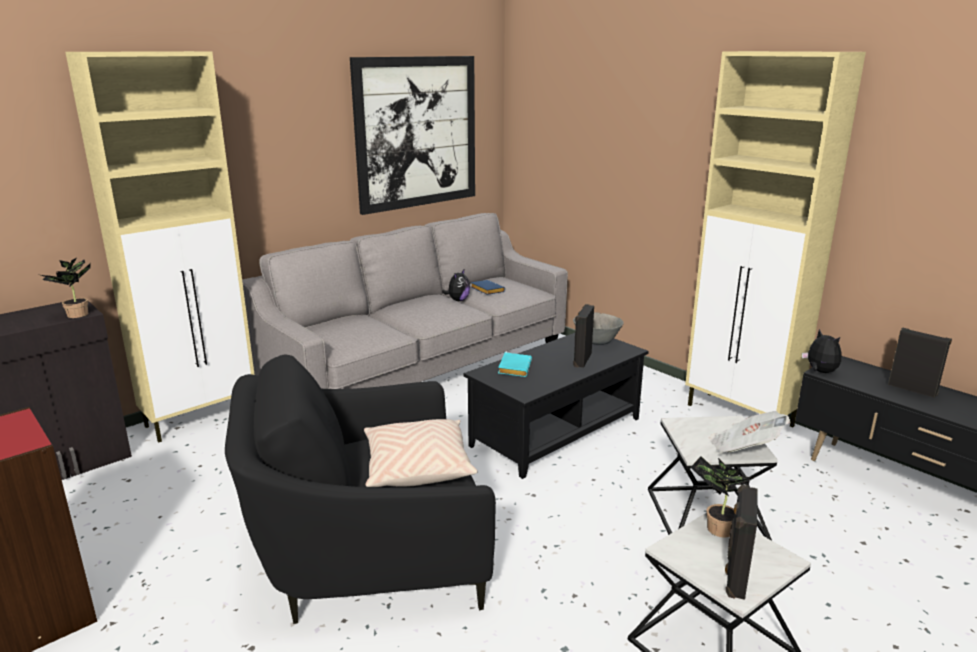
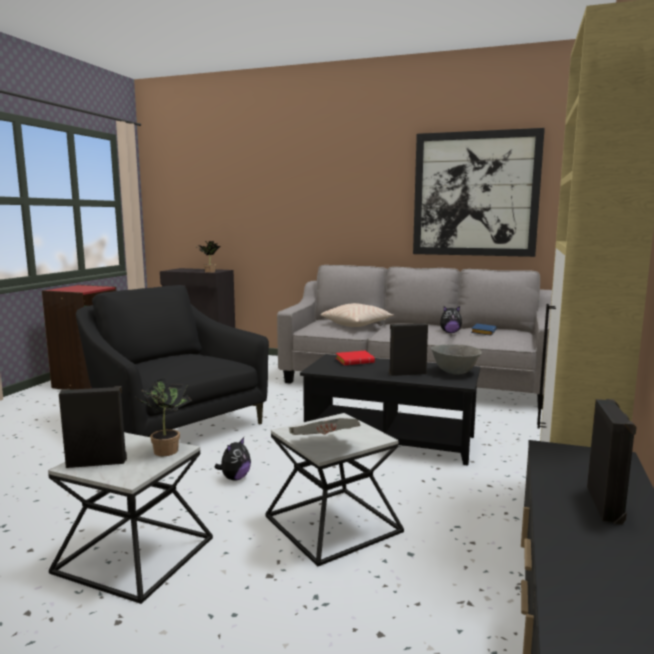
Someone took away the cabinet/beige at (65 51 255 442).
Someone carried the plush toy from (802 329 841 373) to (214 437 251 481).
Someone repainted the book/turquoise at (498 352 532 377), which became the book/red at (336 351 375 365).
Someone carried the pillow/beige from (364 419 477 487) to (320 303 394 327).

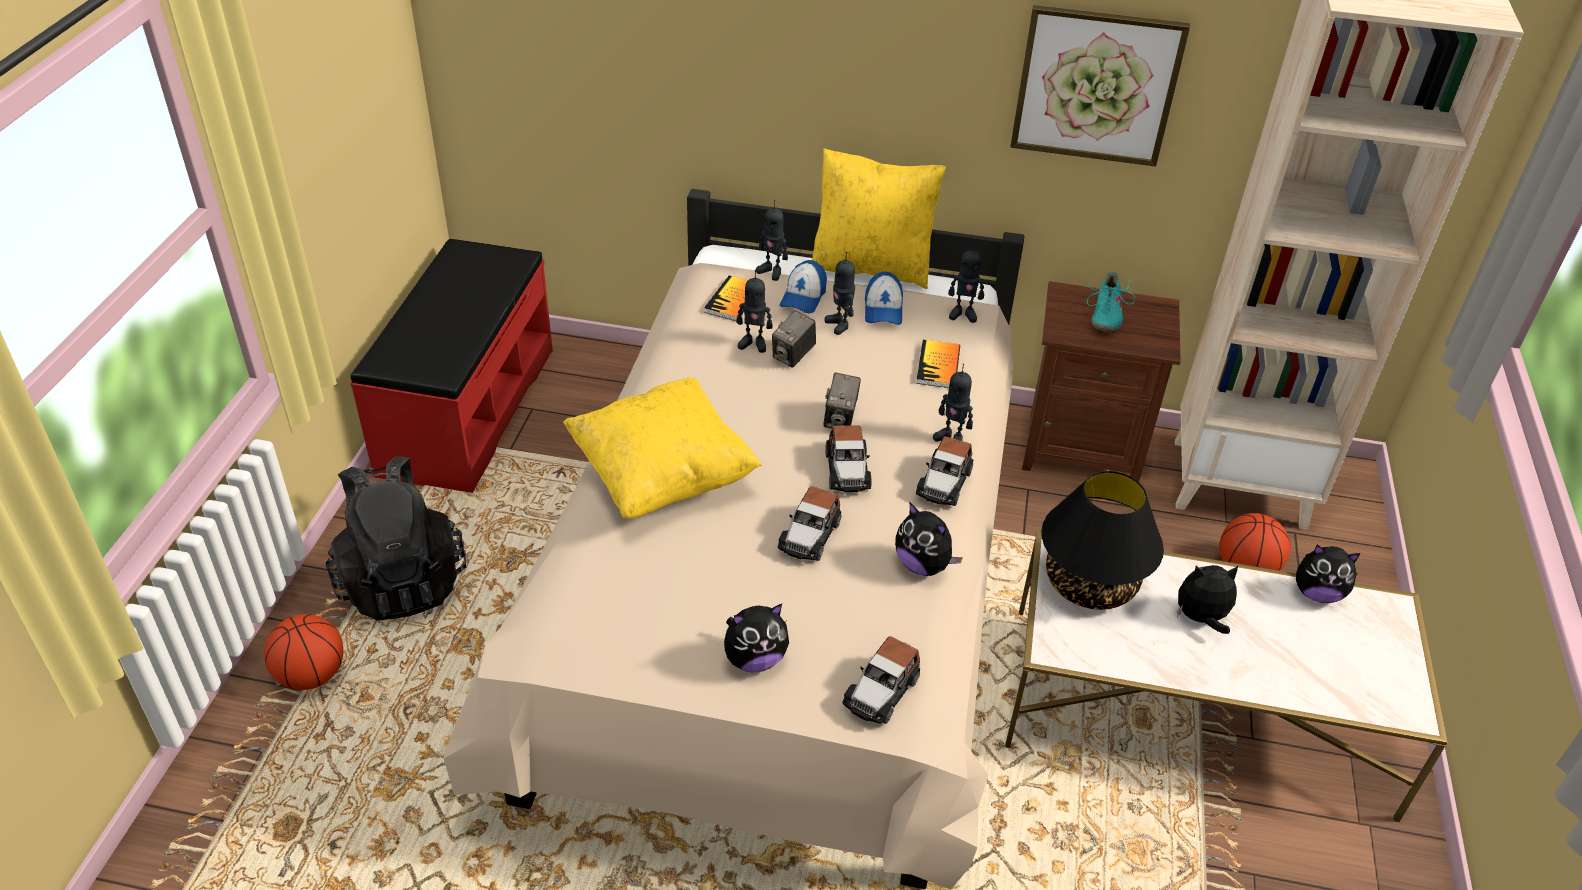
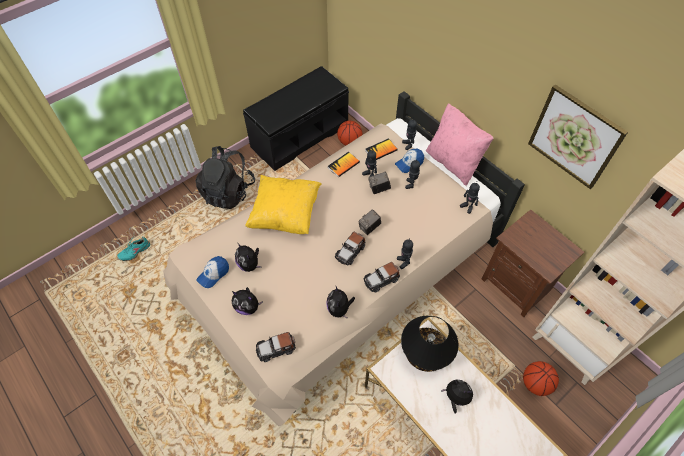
Someone repainted the pillow/yellow at (812 148 946 289), which became the pillow/pink at (426 103 494 186).
Someone repainted the bench/red at (350 239 553 493), which became the bench/black at (243 66 349 171).
Someone carried the cap from (865 272 903 325) to (196 256 229 288).
Someone carried the shoe/turquoise from (1085 272 1135 331) to (117 237 150 261).
Someone carried the book from (916 340 960 388) to (328 152 360 177).
Someone took away the toy car at (778 486 841 561).
Someone carried the plush toy from (1296 545 1361 603) to (235 243 261 272).
Someone carried the basketball from (264 614 343 690) to (337 121 362 145).

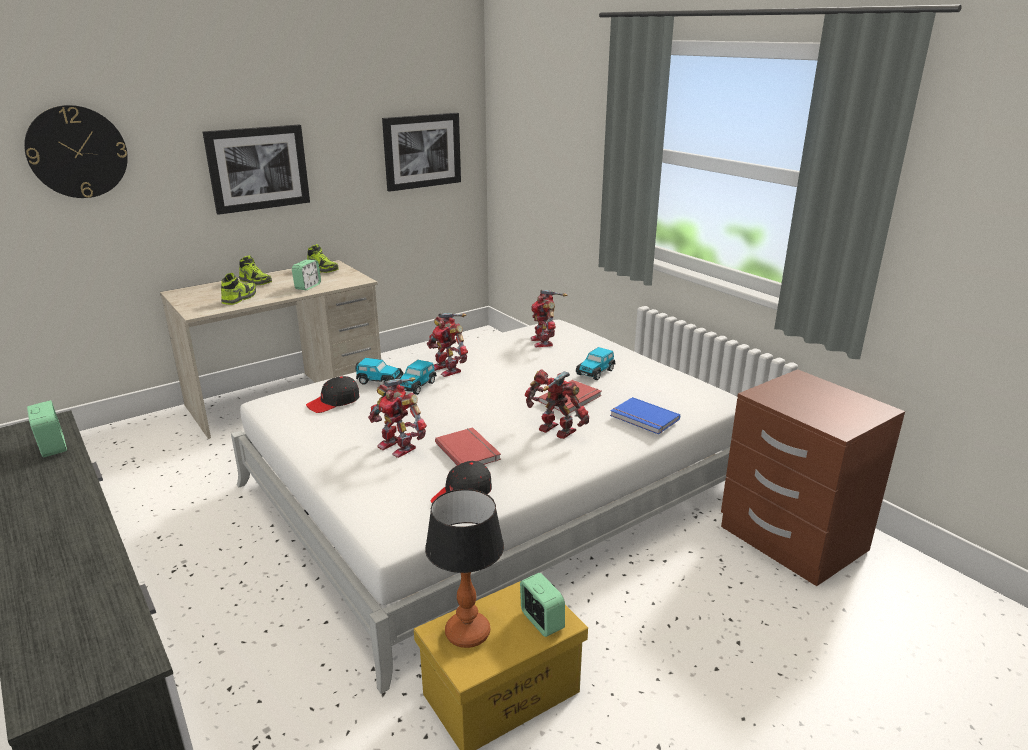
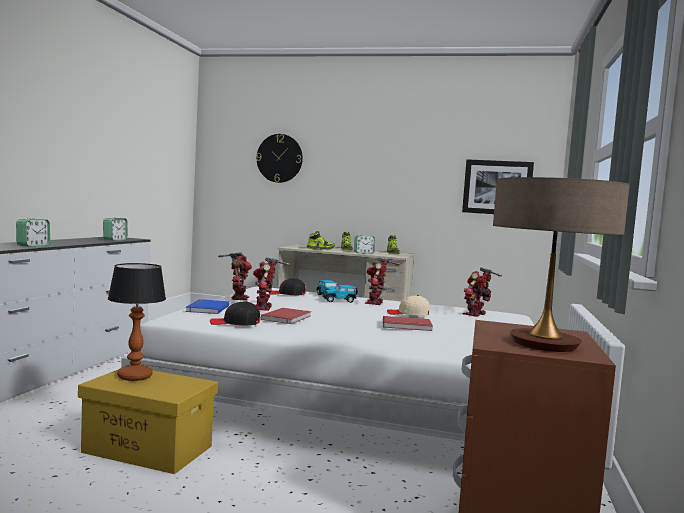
Someone took away the picture at (203 125 310 215).
Someone took away the toy car at (576 347 616 380).
Someone carried the toy robot from (525 369 589 439) to (218 252 252 301).
Someone carried the book/blue from (610 397 680 434) to (186 299 230 314).
Someone carried the alarm clock from (520 573 565 637) to (16 219 50 247).
Someone put down the table lamp at (493 177 629 352).
Someone put down the cap/beige at (387 295 430 316).

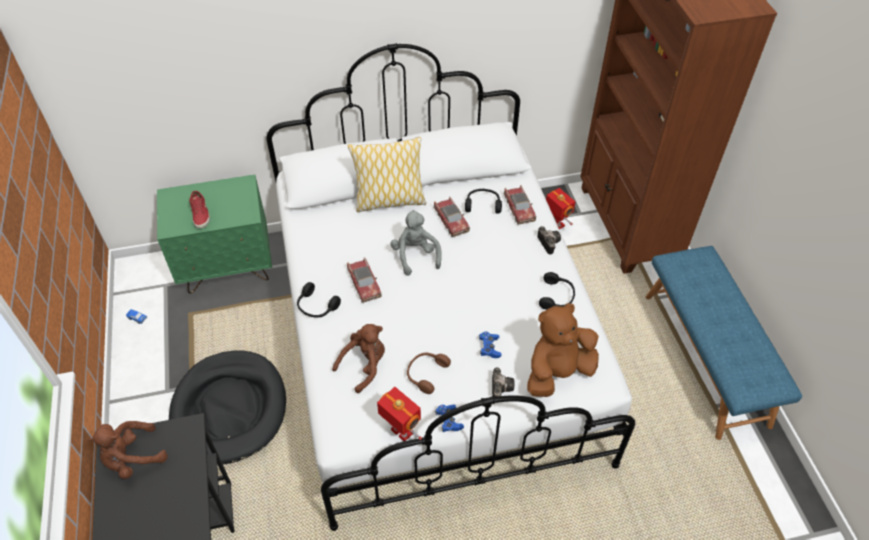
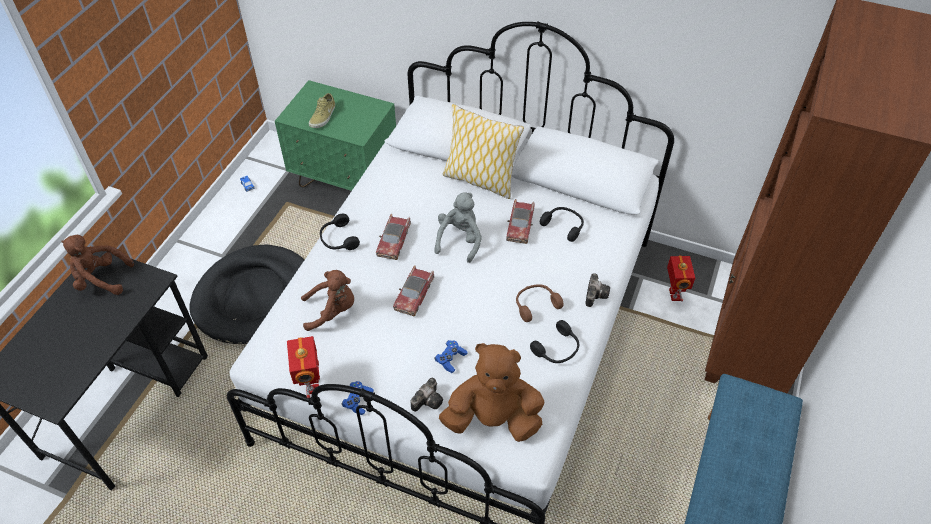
Someone carried the toy car from (504 185 536 225) to (393 265 434 316).
Someone repainted the shoe/red at (189 191 210 228), which became the shoe/beige at (309 93 335 128).
Someone carried the headphones/brown from (407 353 451 394) to (516 284 564 322).

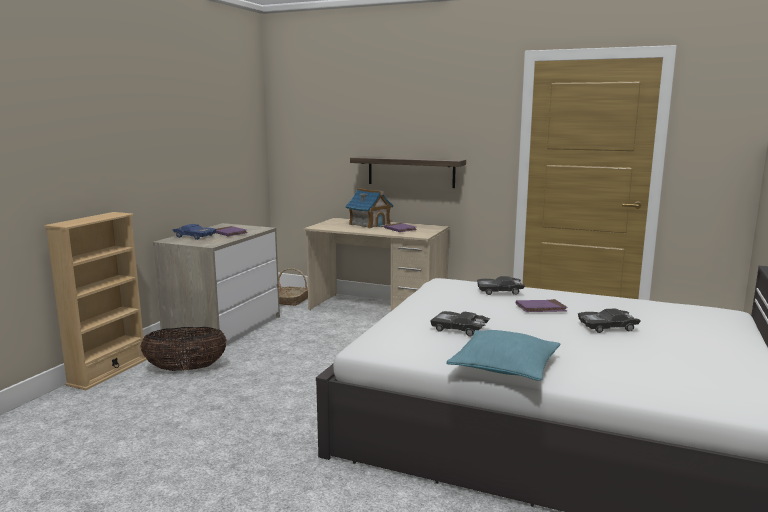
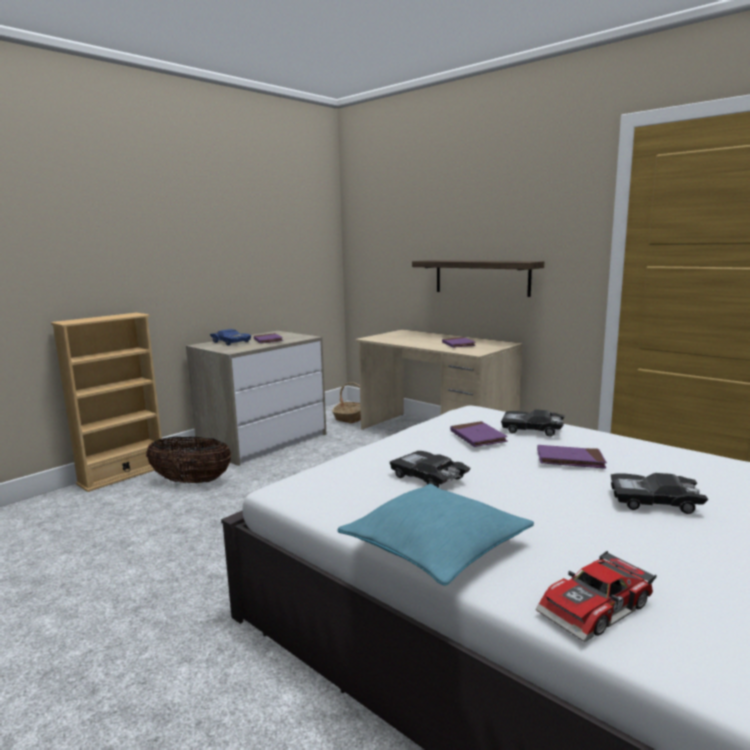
Someone took away the toy house at (345 188 394 228).
Someone put down the book/purple at (450 421 508 447).
Someone put down the toy car at (536 551 657 642).

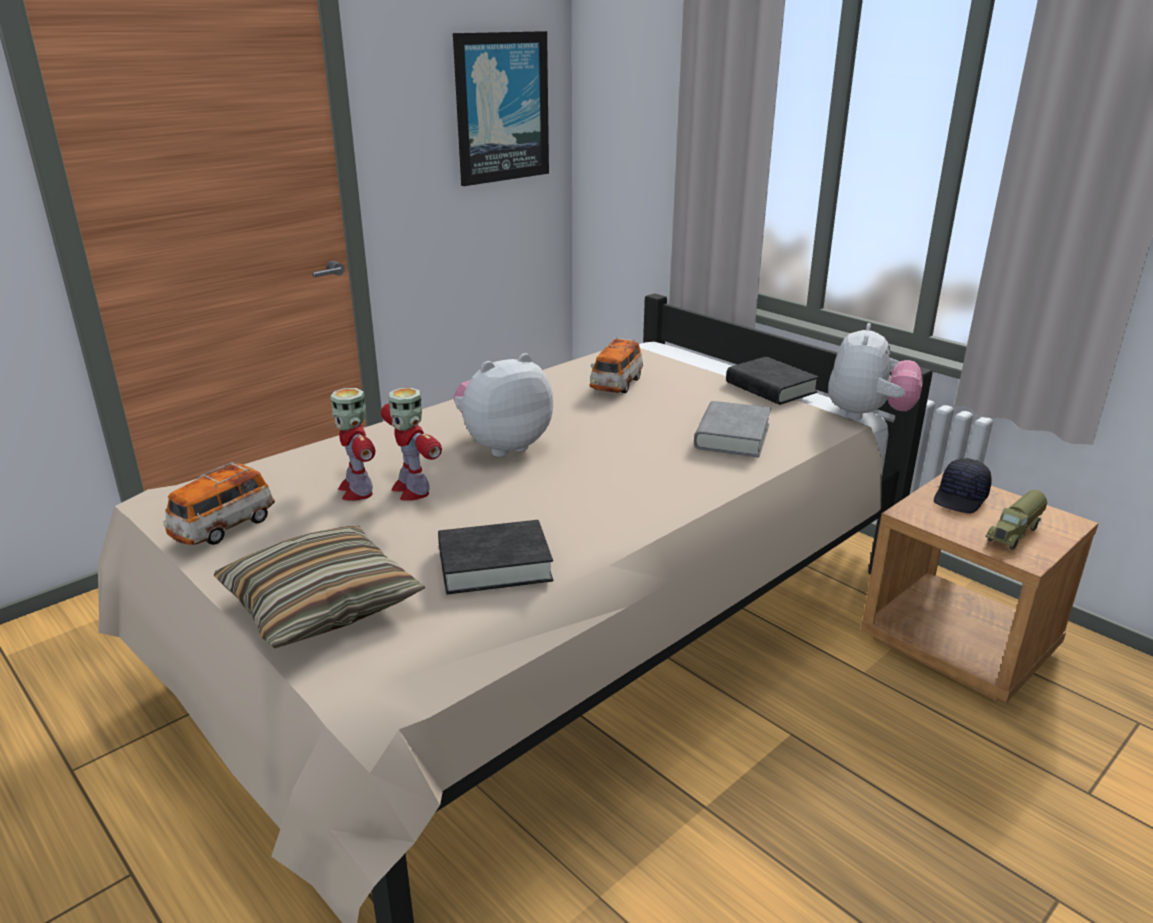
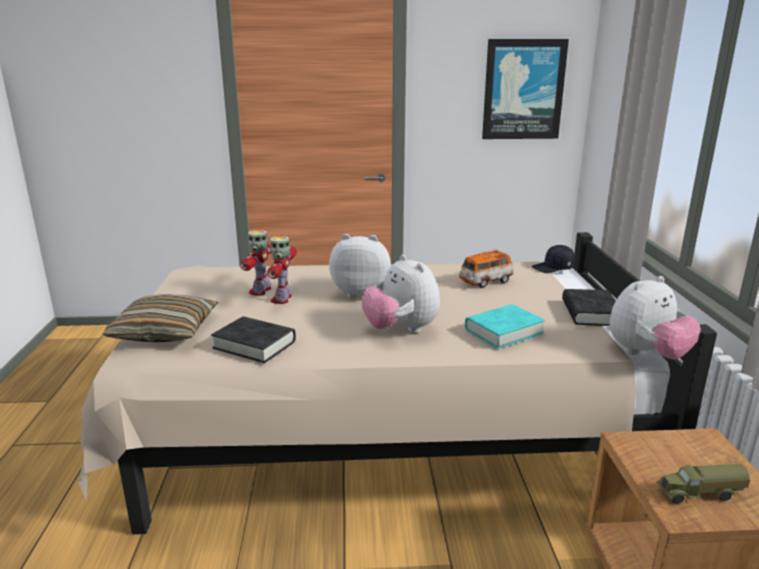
Someone repainted the book/grey at (694 401 771 458), which became the book/turquoise at (465 304 545 349).
Someone carried the cap/black from (934 458 992 513) to (532 245 575 273).
Someone took away the toy car at (163 462 275 545).
Someone put down the plush toy at (362 254 440 333).

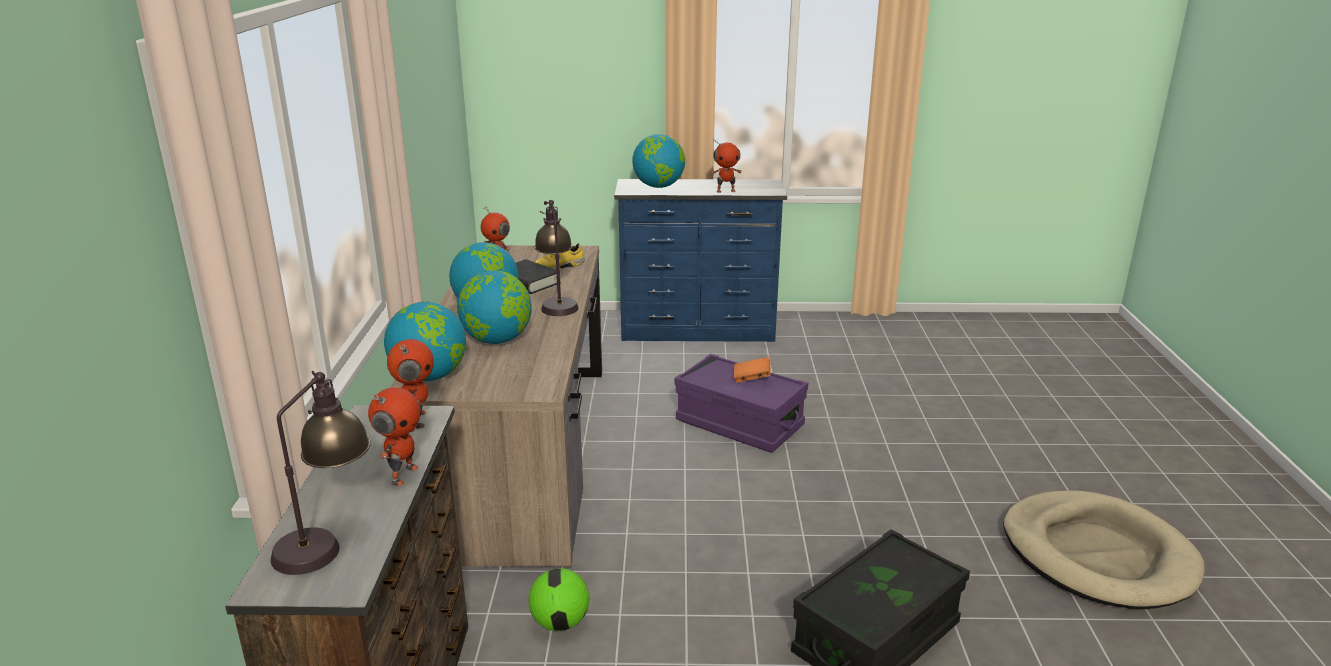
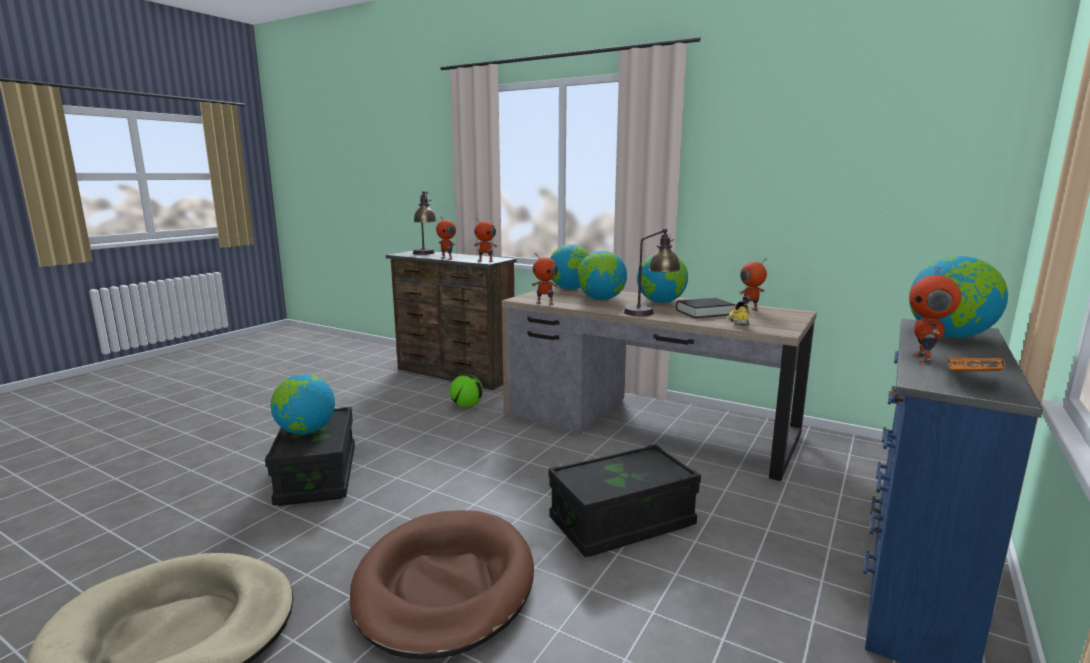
Someone repainted the storage box/purple at (674 354 808 453), which became the storage box/black at (548 444 701 557).
Someone carried the book/orange from (734 357 771 383) to (948 358 1005 372).
Someone put down the toy robot at (532 253 559 305).
Someone put down the globe at (271 374 335 434).
Someone put down the dog bed/brown at (350 510 534 660).

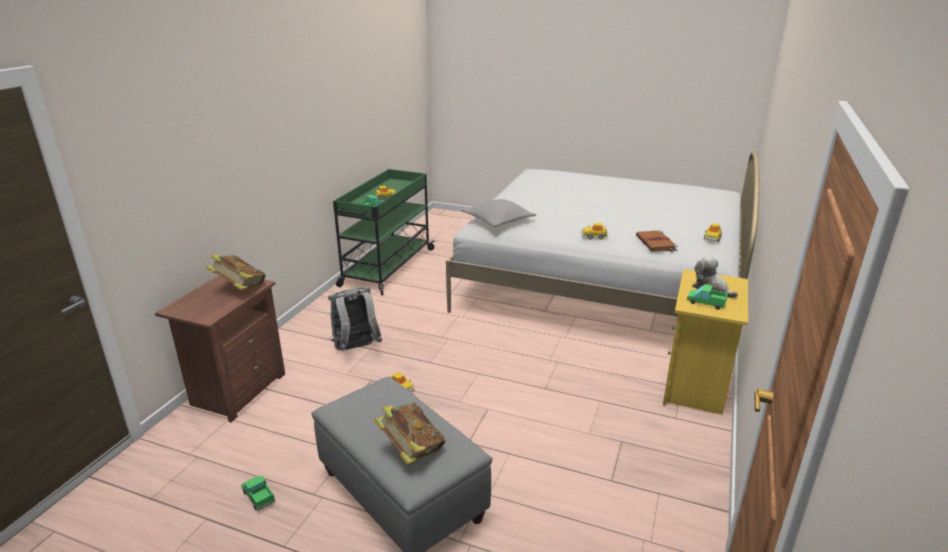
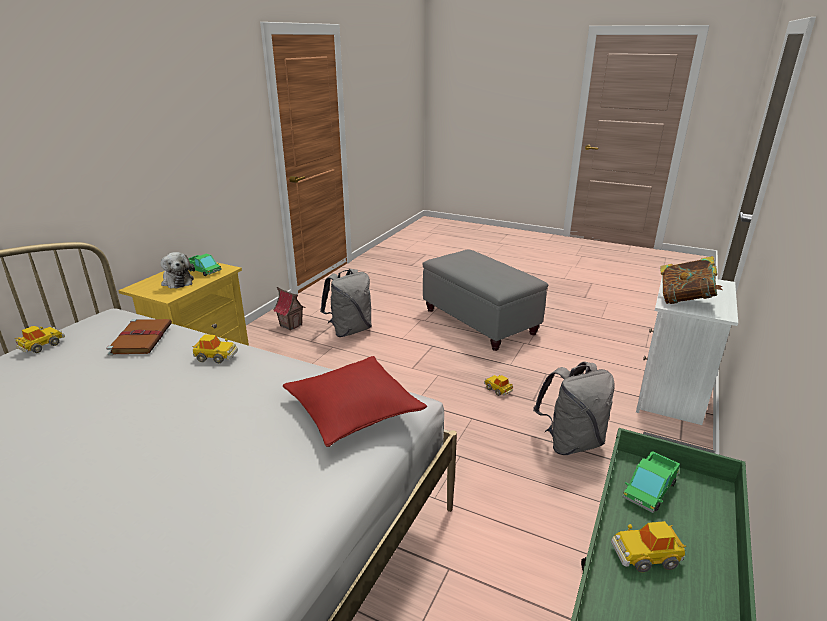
Someone repainted the pillow/grey at (462 199 536 227), which became the pillow/red at (283 356 427 447).
Someone repainted the nightstand/brown at (155 275 285 423), which became the nightstand/white at (636 279 738 425).
Someone took away the book at (374 402 446 465).
Someone took away the toy truck at (241 476 276 511).
Someone put down the backpack/grey at (320 269 372 337).
Someone put down the toy house at (273 287 305 331).

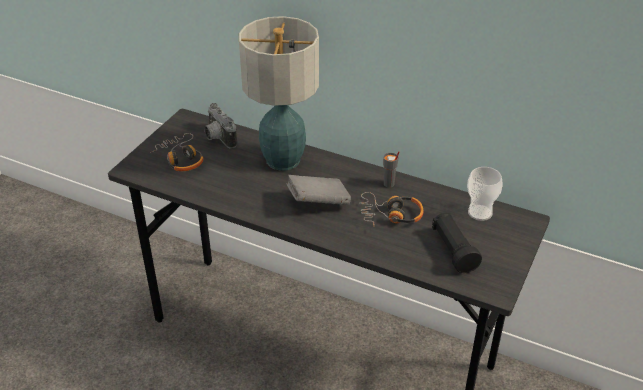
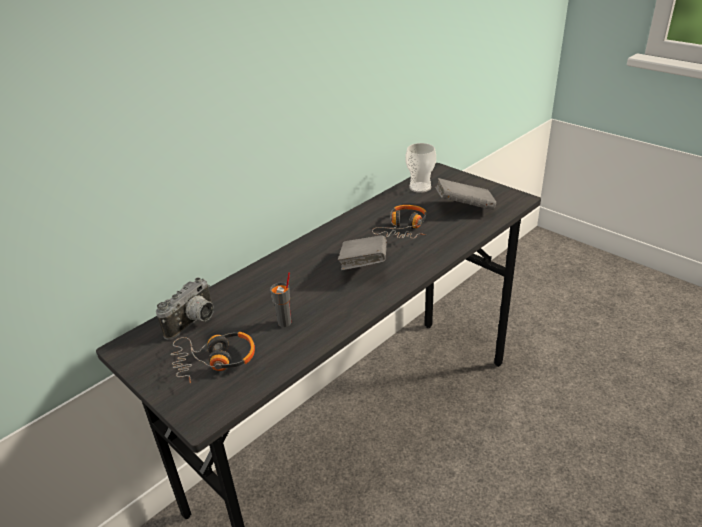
Someone took away the table lamp at (239 16 319 171).
Someone rotated the photo camera at (204 103 237 148) by 45 degrees counterclockwise.
Someone carried the cup/grey from (383 151 399 188) to (270 272 291 327).
Someone swapped the flashlight/black at (432 213 482 273) for the book/grey at (435 178 496 210).

